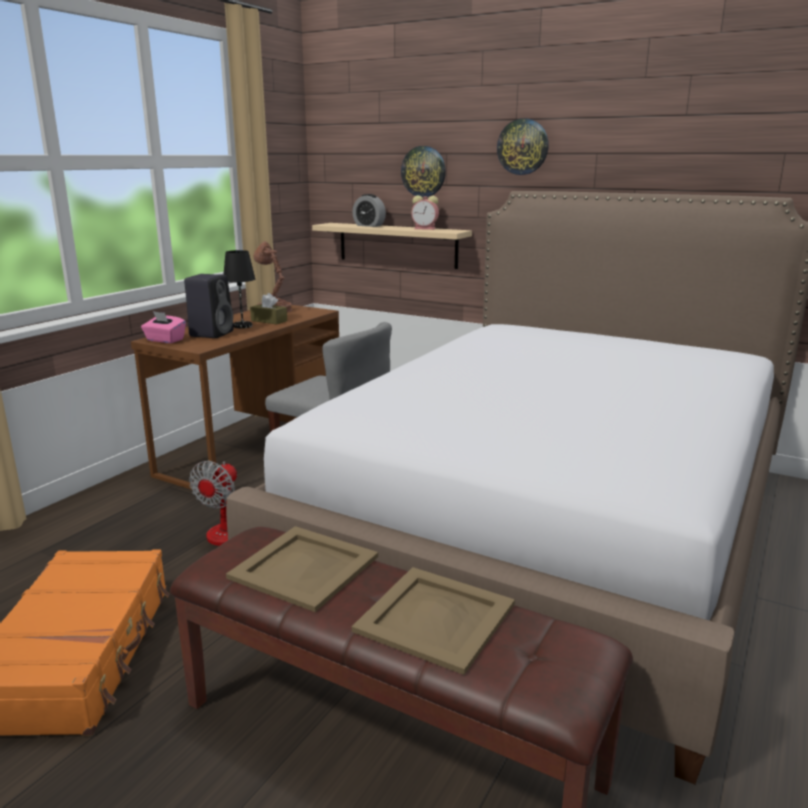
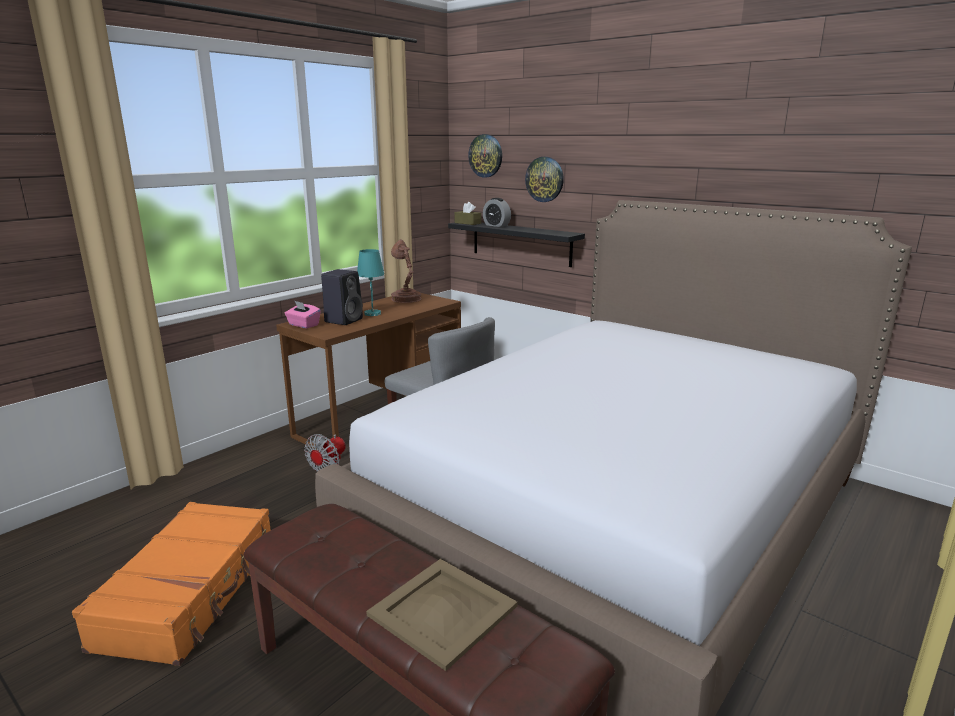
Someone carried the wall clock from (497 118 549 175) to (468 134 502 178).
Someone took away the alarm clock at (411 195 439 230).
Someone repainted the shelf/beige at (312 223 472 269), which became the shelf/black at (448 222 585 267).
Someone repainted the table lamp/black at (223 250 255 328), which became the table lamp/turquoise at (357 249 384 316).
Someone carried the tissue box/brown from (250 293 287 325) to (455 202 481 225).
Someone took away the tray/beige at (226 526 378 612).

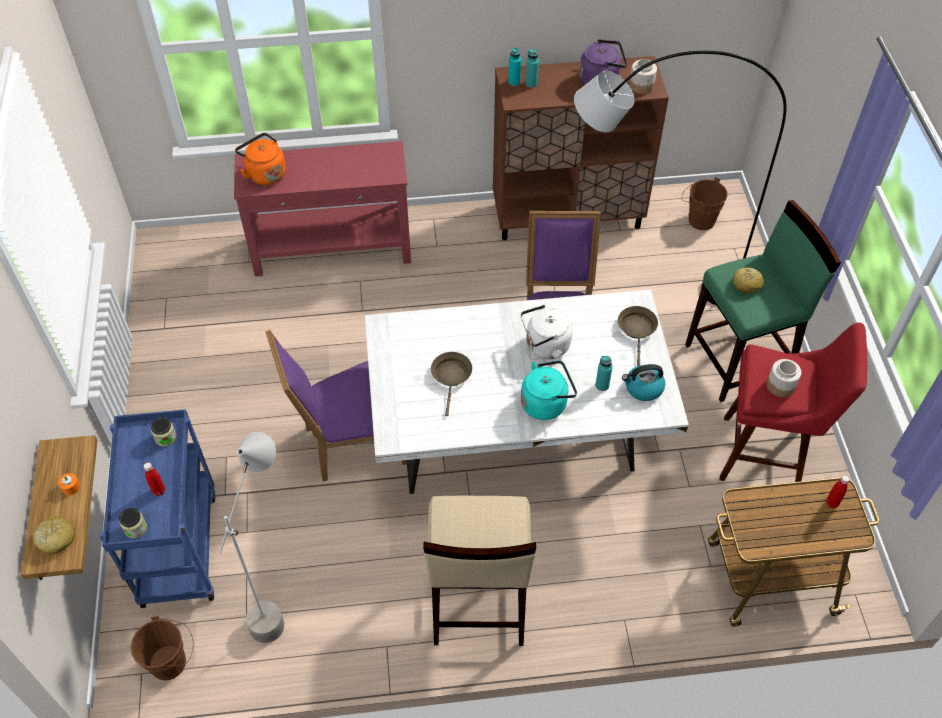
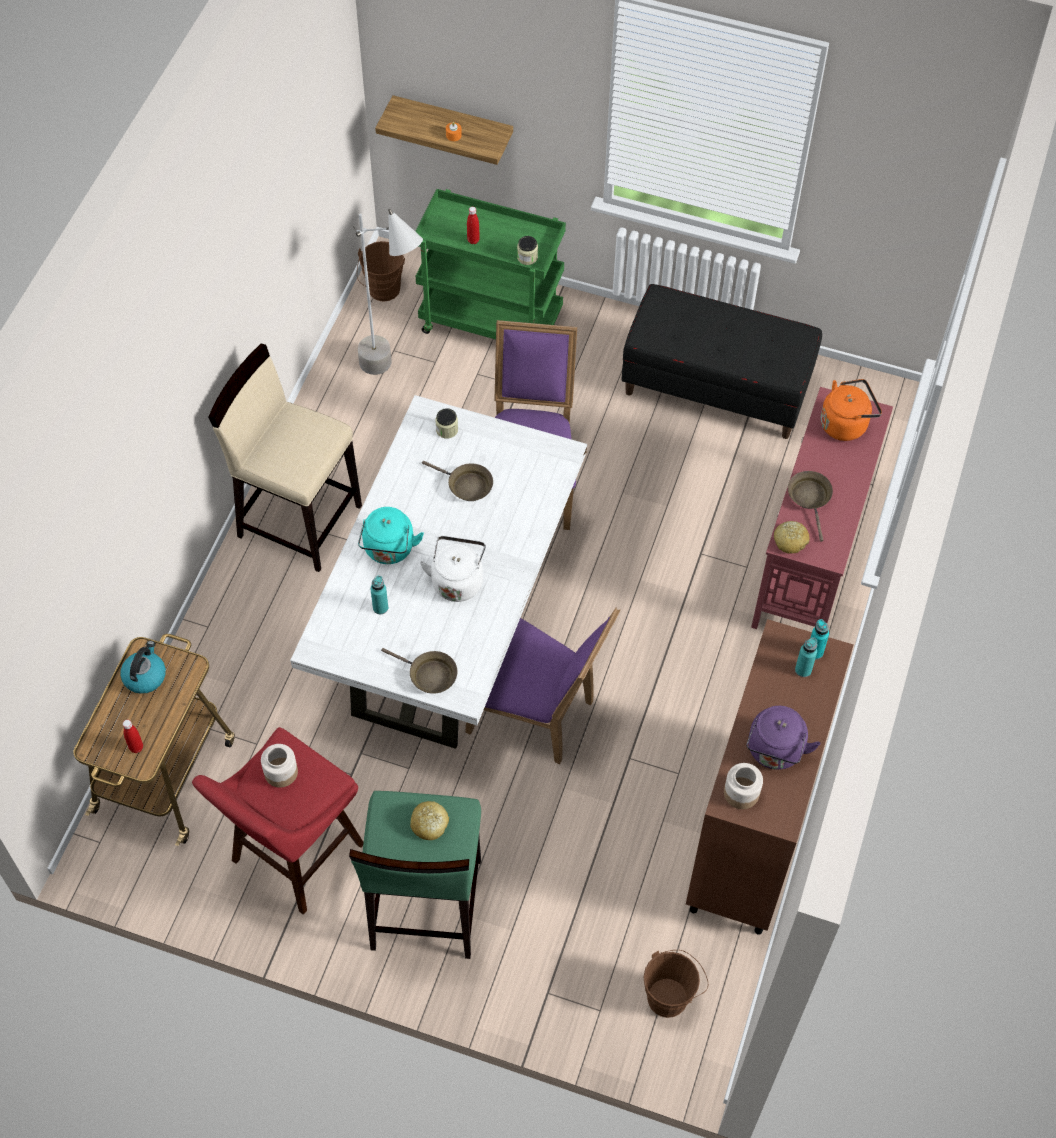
Someone took away the floor lamp/grey at (574 51 787 305).
Someone carried the kettle from (622 364 665 401) to (120 641 166 694).
Someone repainted the cart/blue at (99 409 215 608), which became the cart/green at (415 189 566 339).
Someone carried the jar from (119 508 147 538) to (435 408 458 439).
Someone carried the bread from (33 516 75 554) to (774 521 810 554).
Someone put down the bench/black at (621 284 822 439).
Someone put down the frying pan/brown at (788 471 833 542).

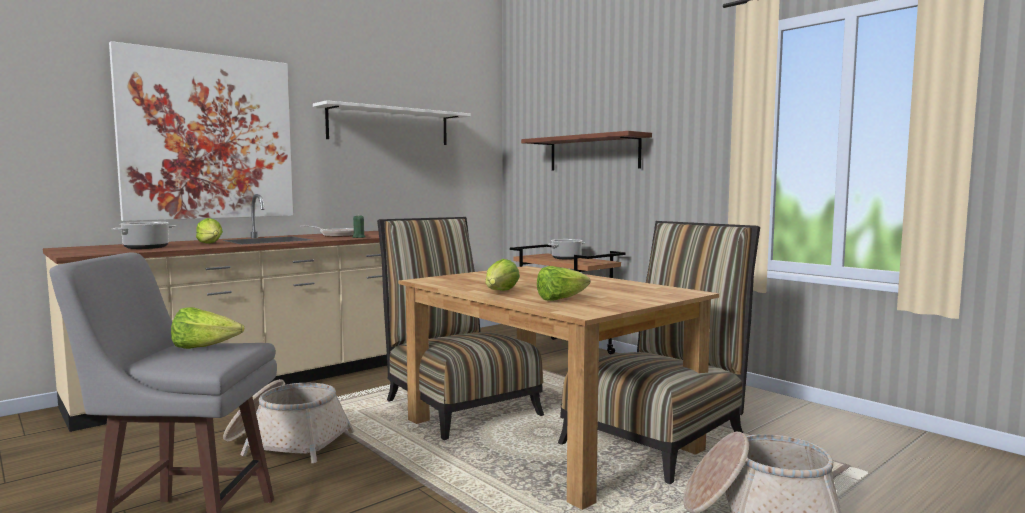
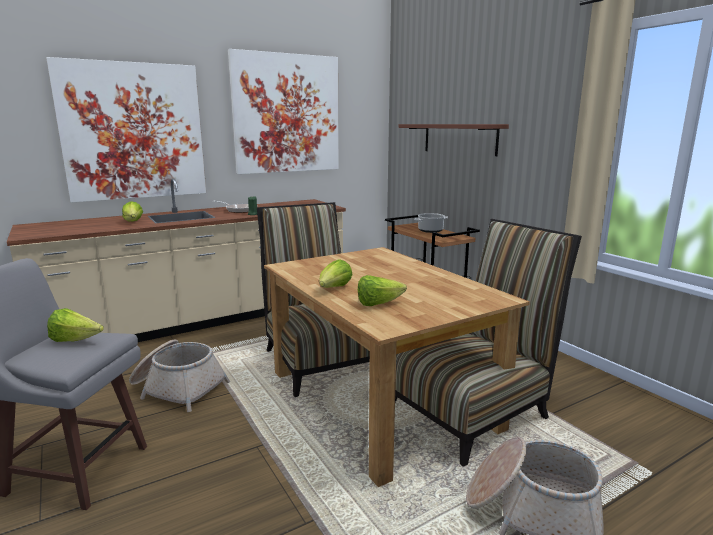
Someone swapped the shelf/white at (313 100 471 145) for the picture at (228 49 339 174).
Someone took away the cooking pot at (111 222 177 249).

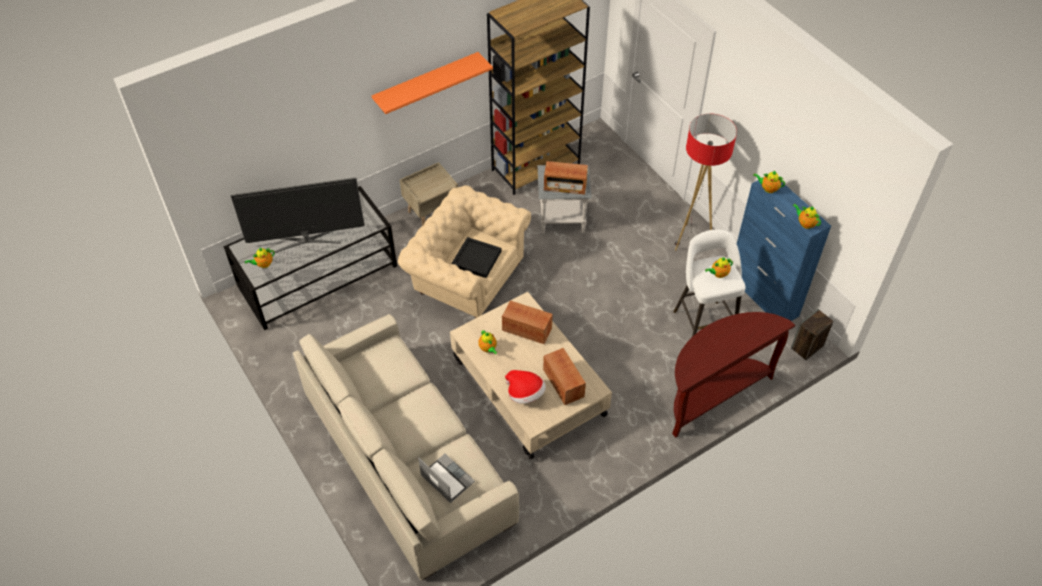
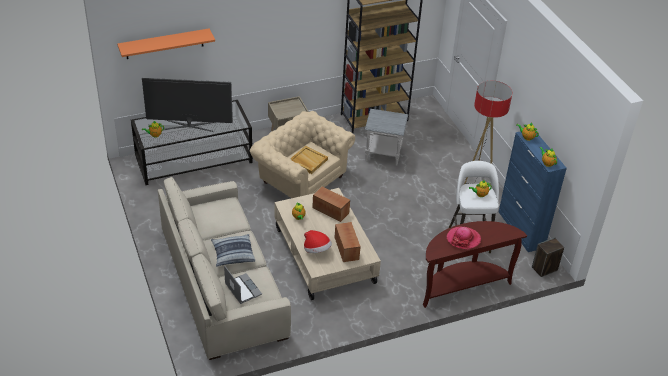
Someone carried the shelf/orange from (372 52 493 114) to (117 29 215 59).
Someone took away the radio at (544 161 588 194).
Someone repainted the tray/black at (451 237 502 278), which became the tray/beige at (290 146 328 174).
Someone put down the hat at (447 227 481 249).
Someone put down the pillow at (211 234 255 267).

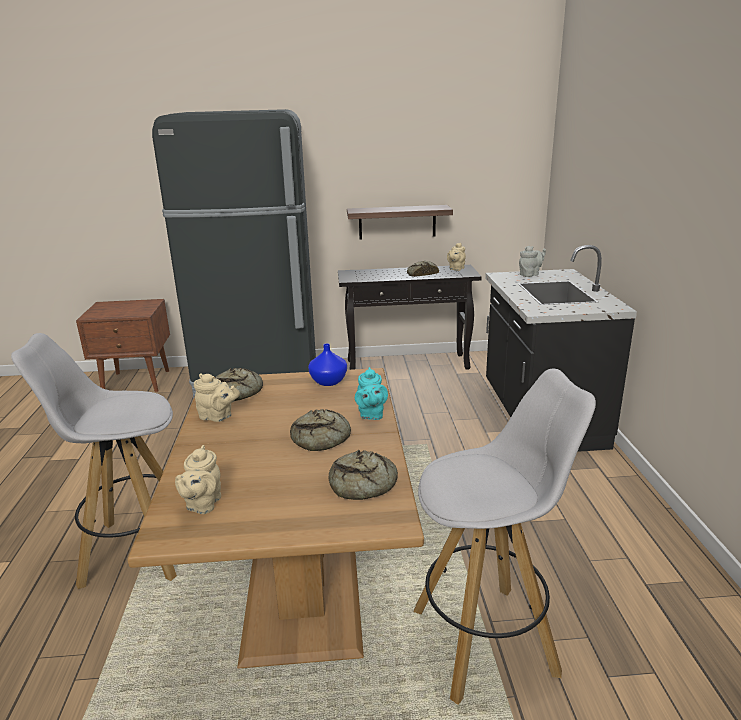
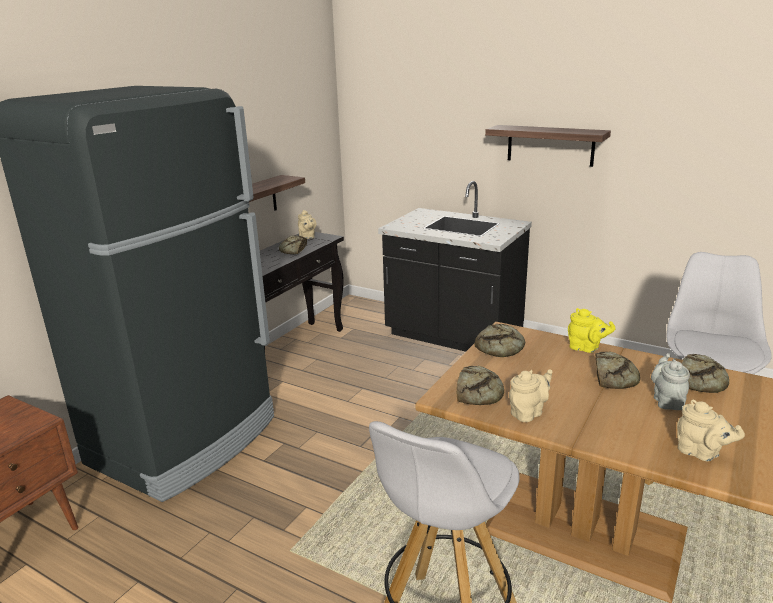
Someone carried the teapot/grey from (519 246 546 277) to (651 353 690 410).
Someone swapped the vase/blue at (308 344 347 386) for the bread at (474 324 525 357).
Someone repainted the teapot/turquoise at (355 367 388 420), which became the teapot/yellow at (568 308 616 353).
Someone put up the shelf at (485 125 611 167).

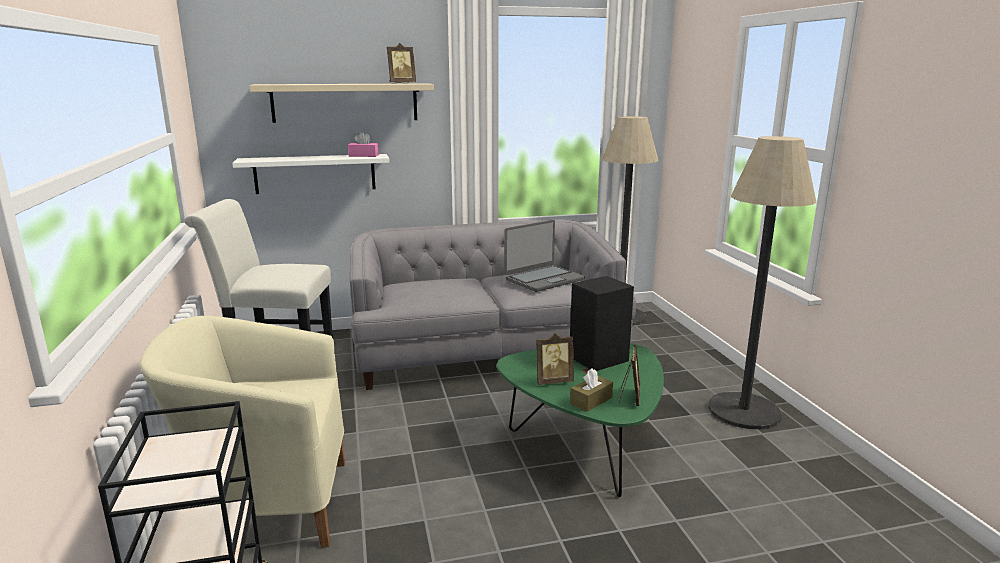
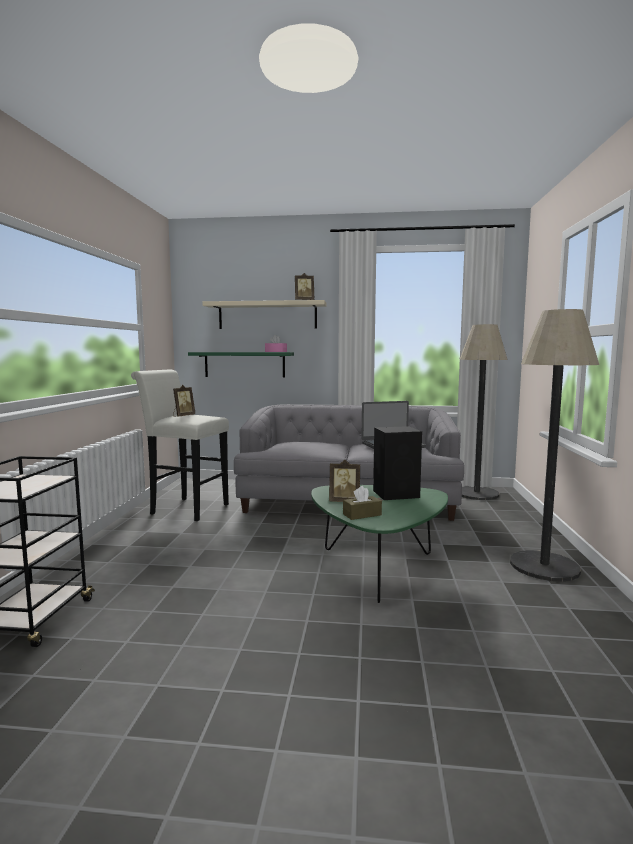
Someone repainted the shelf/white at (232 154 389 194), which became the shelf/green at (188 352 294 377).
Someone took away the armchair/beige at (140 316 345 548).
Someone carried the picture frame from (619 345 640 406) to (173 385 195 417).

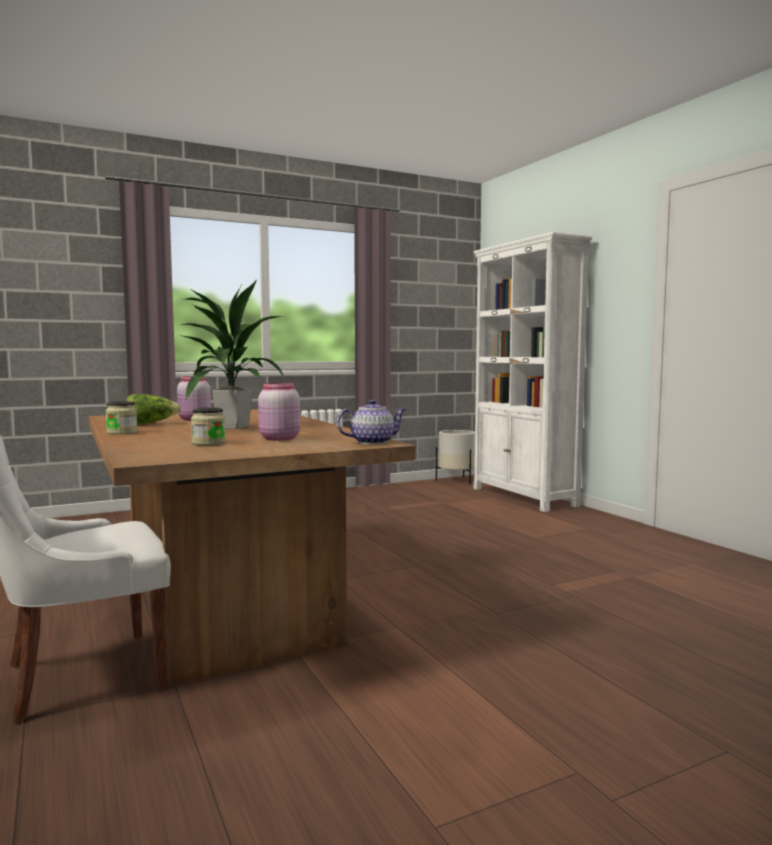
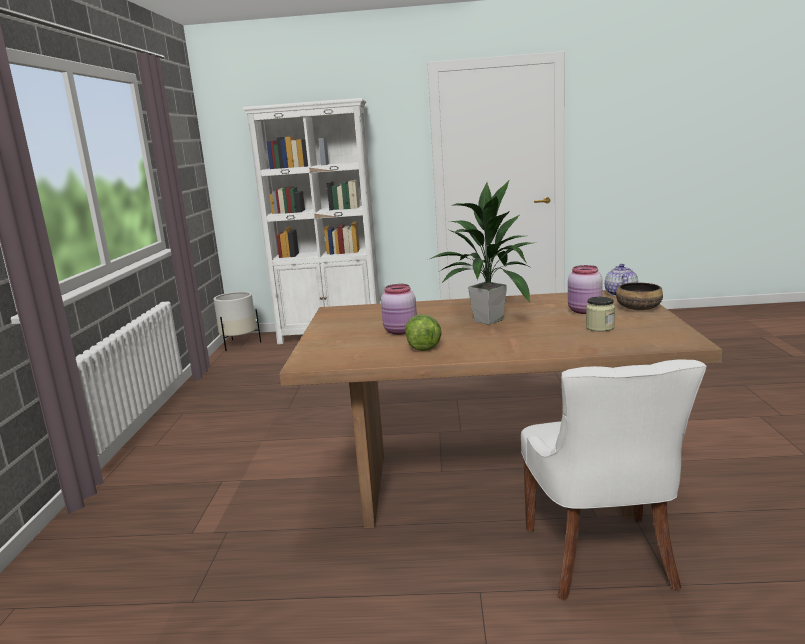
Someone took away the jar at (106 401 138 434).
Someone put down the bowl at (616 282 663 310).

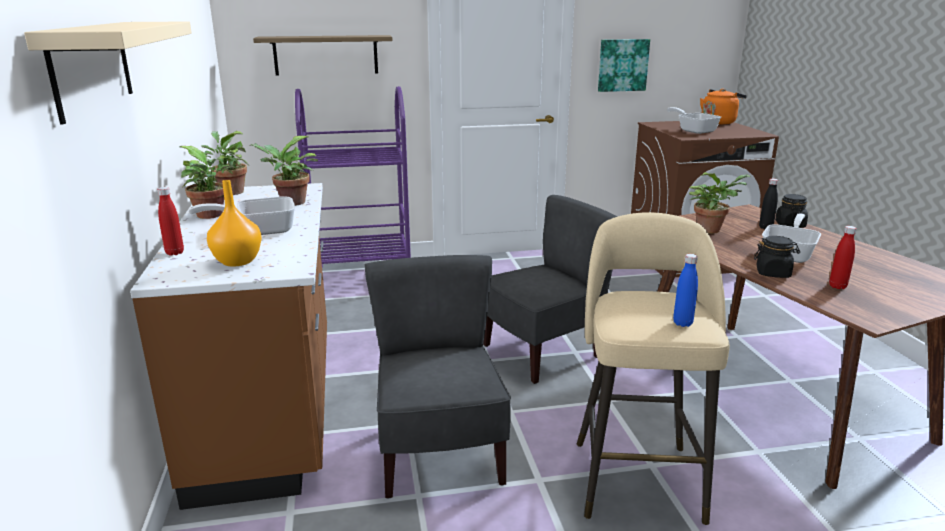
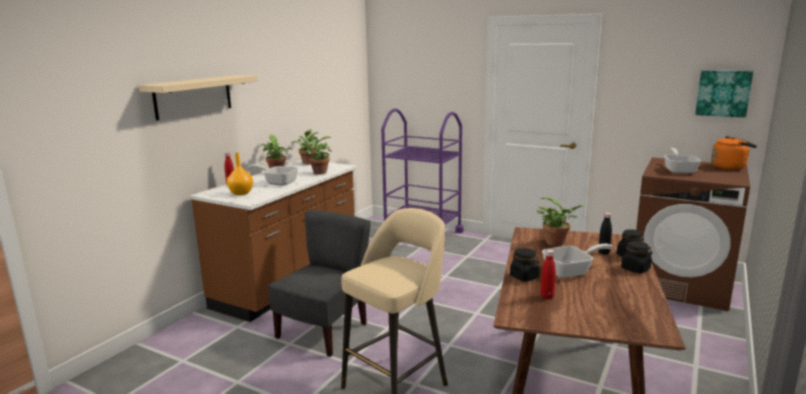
Someone took away the shelf at (253 35 393 76).
Someone carried the picture from (598 39 650 92) to (695 70 753 118).
Someone took away the chair/grey at (483 195 618 384).
Someone took away the bottle/blue at (673 254 698 327).
Someone put down the jar/black at (621 241 653 273).

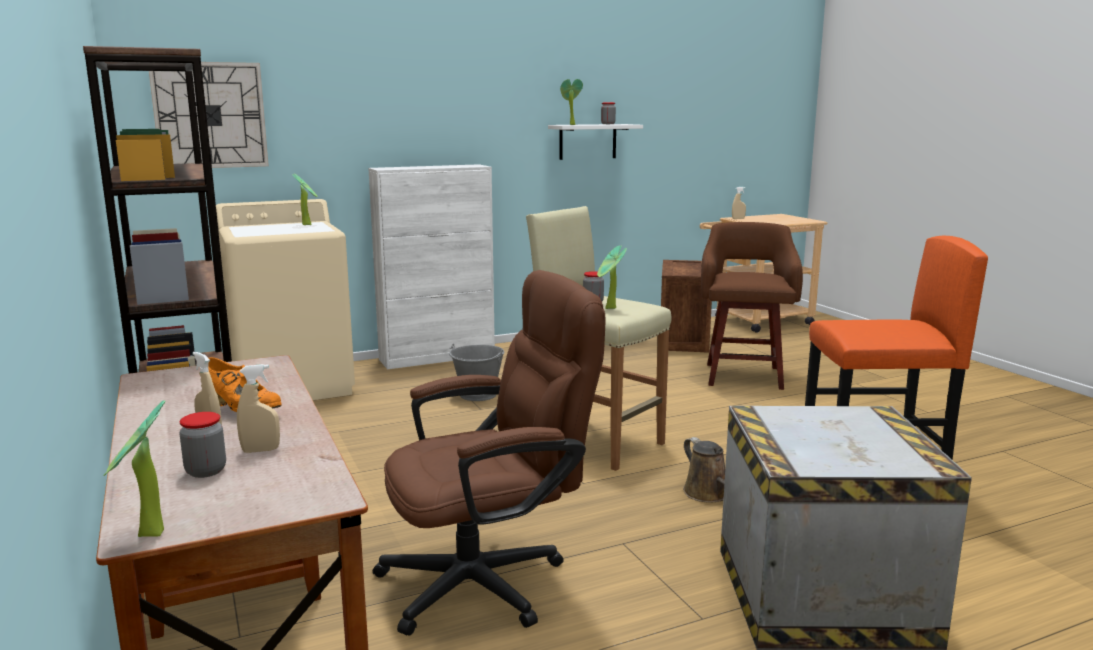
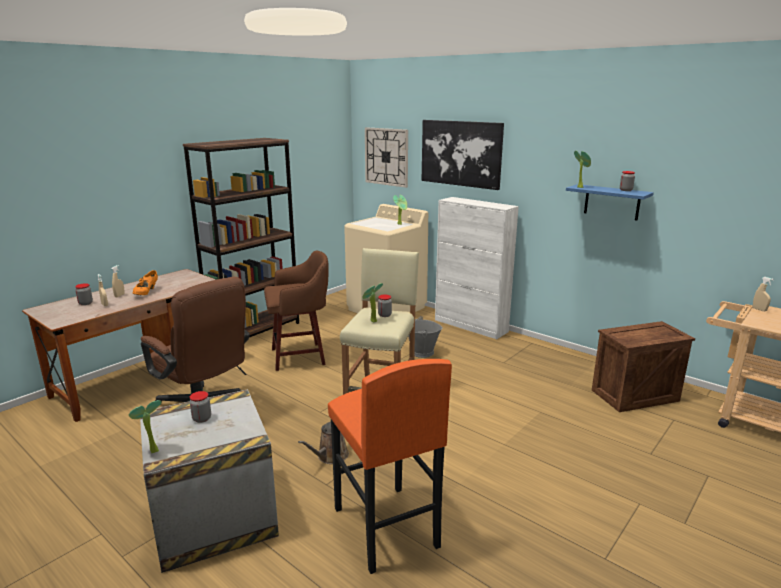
Someone repainted the shelf/white at (548 124 643 160), which became the shelf/blue at (566 184 654 220).
Someone carried the stool/brown from (701 222 803 390) to (264 250 329 371).
Someone carried the potted plant from (104 400 166 537) to (129 400 162 453).
Someone put up the picture at (422 120 504 190).
Someone put down the jar at (190 391 211 423).

